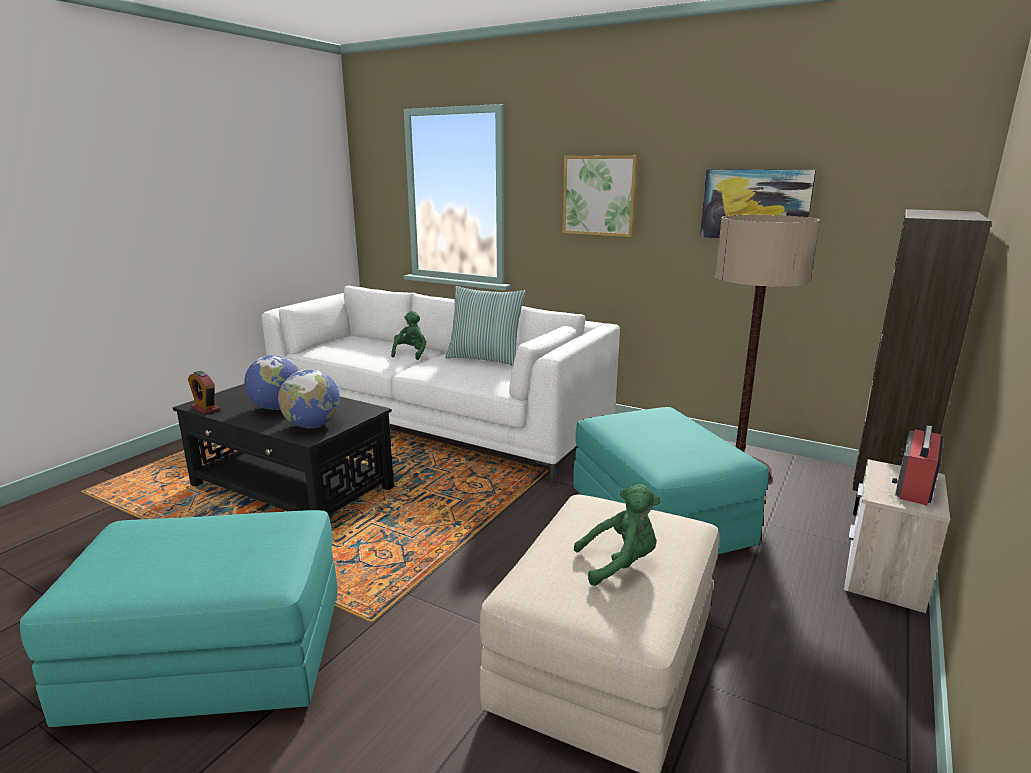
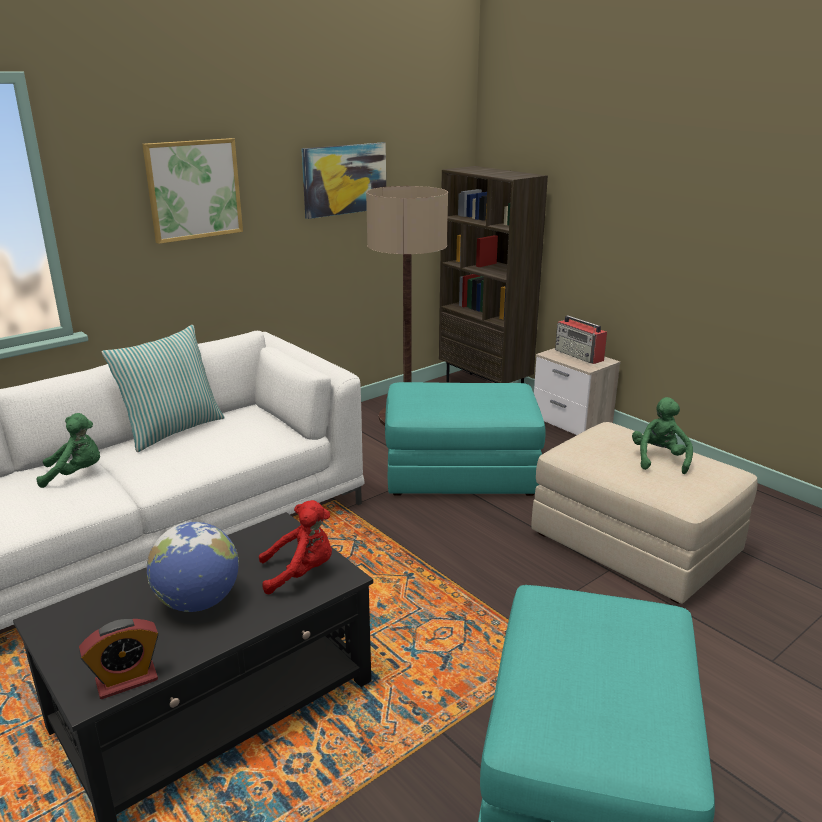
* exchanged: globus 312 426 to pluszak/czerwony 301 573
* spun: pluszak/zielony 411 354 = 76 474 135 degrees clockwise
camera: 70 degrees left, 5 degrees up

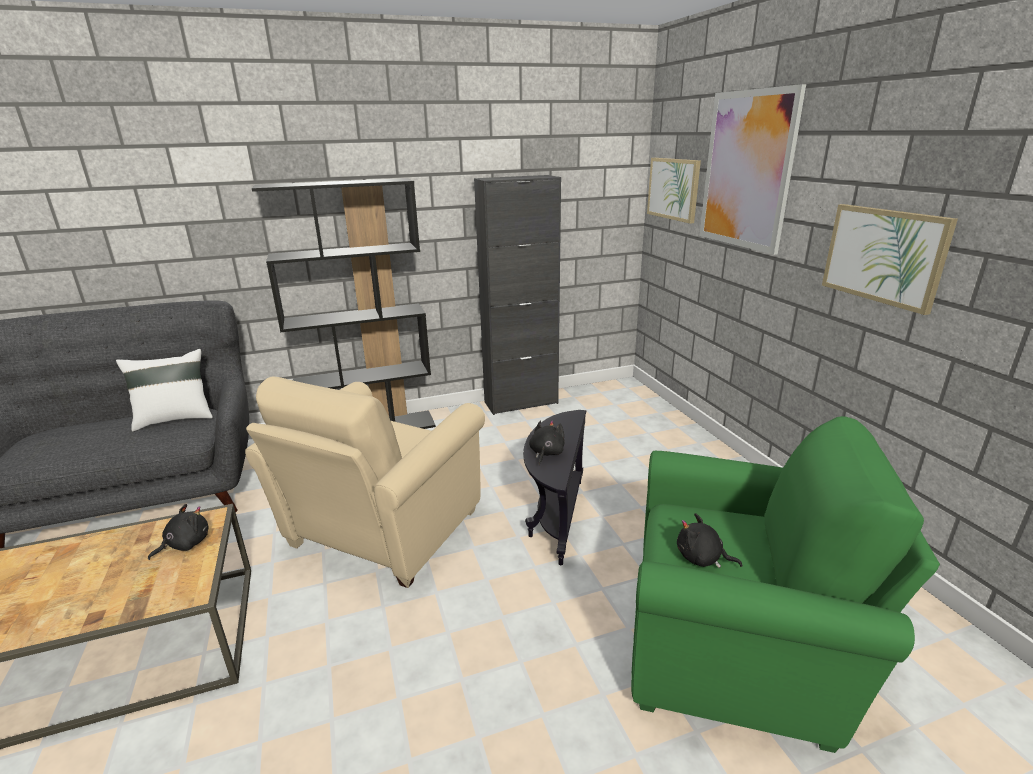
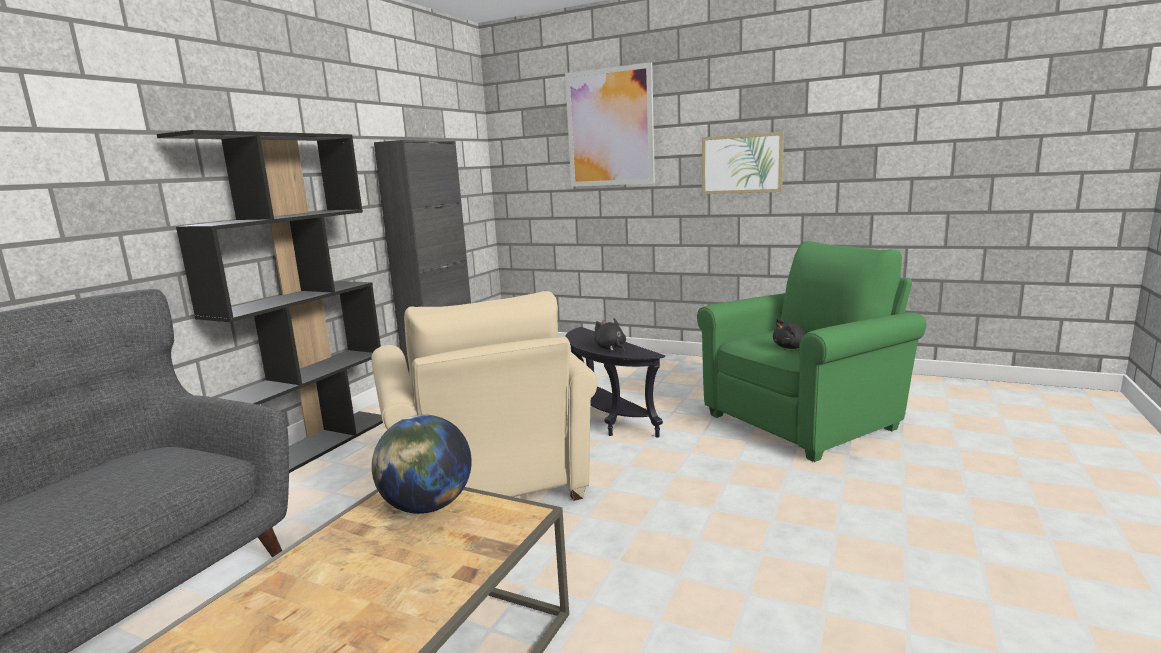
* missing: poduszka/biały 175 419
* exchanged: pluszak/czarny 185 544 to globus 427 506
* missing: obraz 673 189
camera: 45 degrees left, 10 degrees down

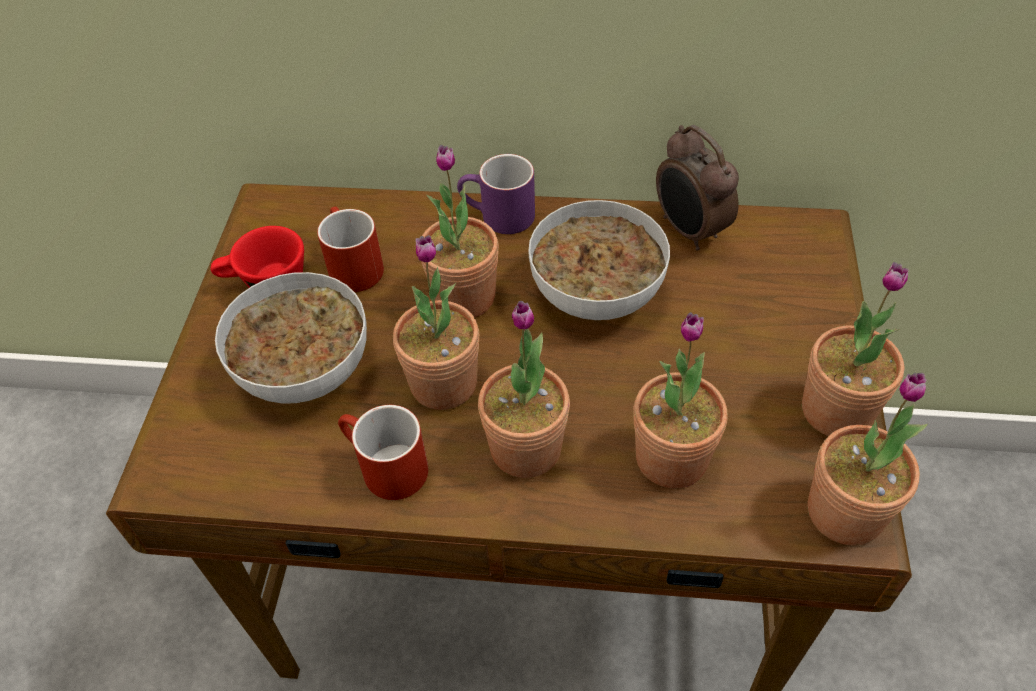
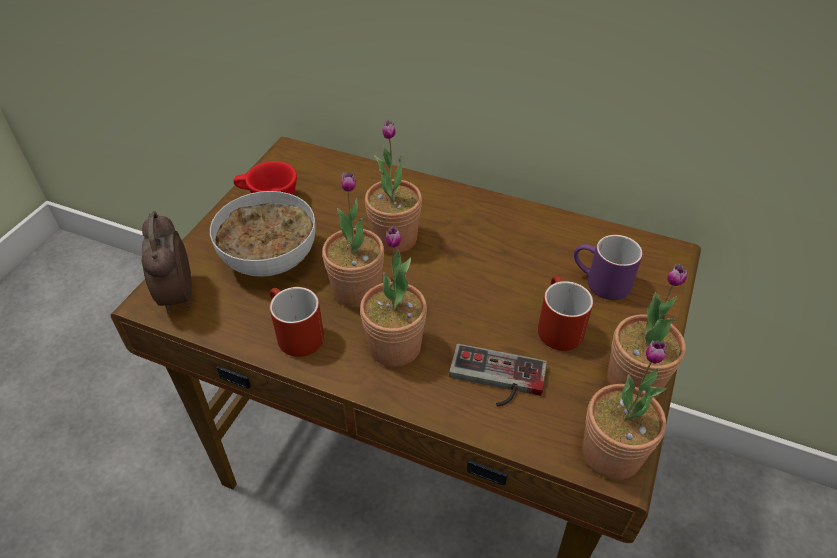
* relocated: kubek/czerwony 351 265 to 556 325
* relocated: kubek/fioletowy 497 217 to 599 283
* missing: miska 595 293
* exchanged: roślina doniczkowa 671 458 to pad do gier 495 380
* relocated: budzik 689 231 to 176 296
camera: 15 degrees right, 5 degrees down

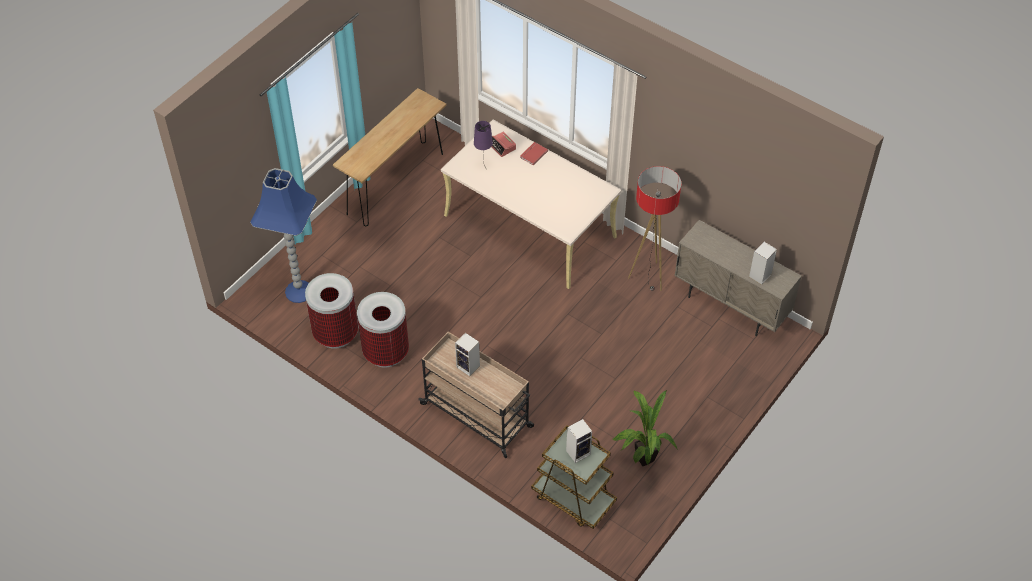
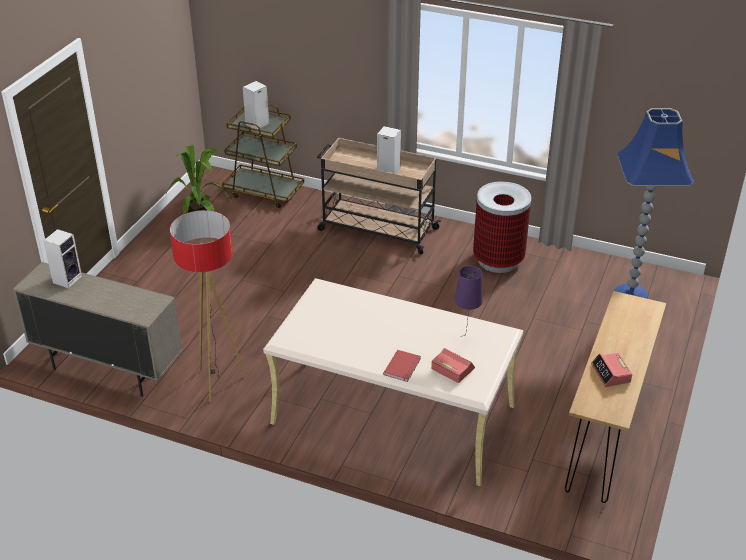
* missing: kosz na śmieci 335 333
* appeared: budzik 611 374
camera: 165 degrees right, 15 degrees down

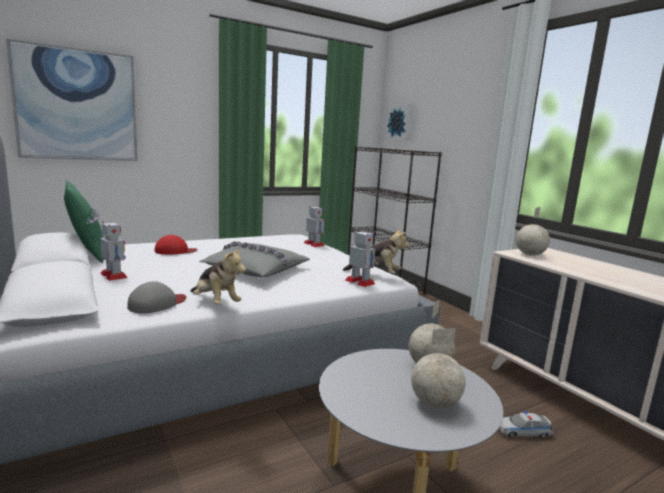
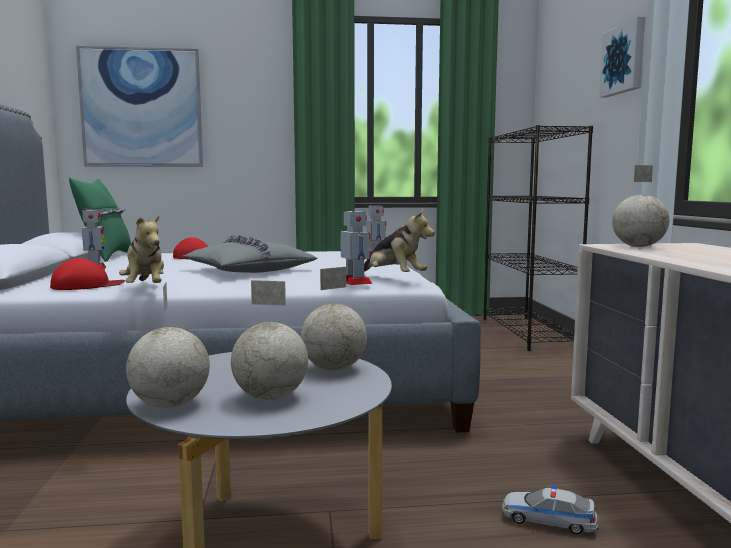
* colour: czapka z daszkiem/szary 157 304 to czapka z daszkiem/czerwony 87 285
* relocated: obraz 400 122 to 624 59
* appeared: globus 169 405
camera: 25 degrees right, 5 degrees down

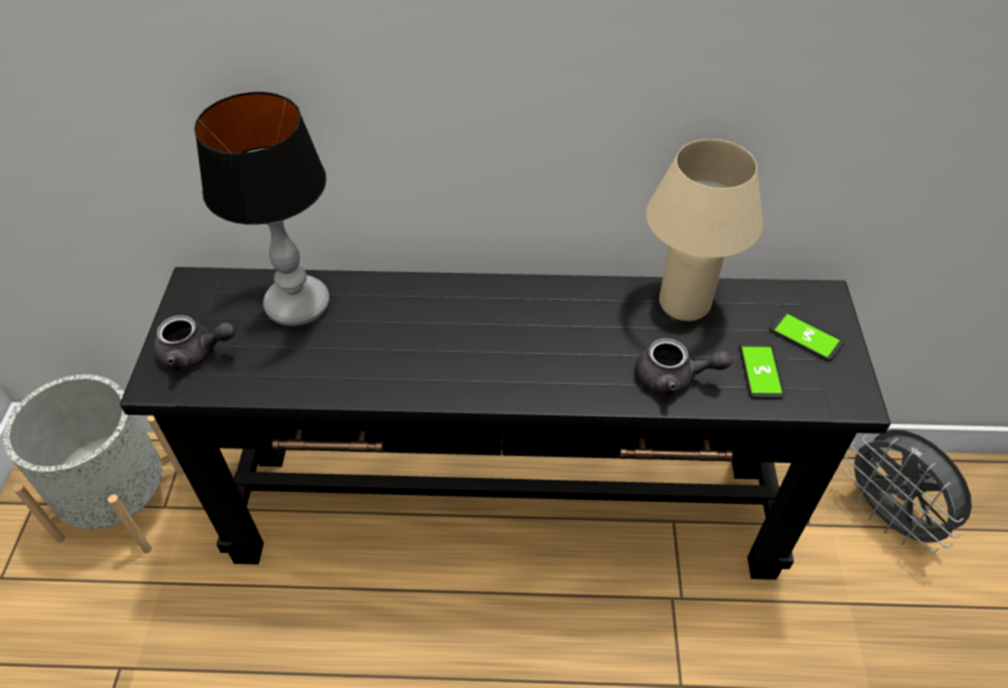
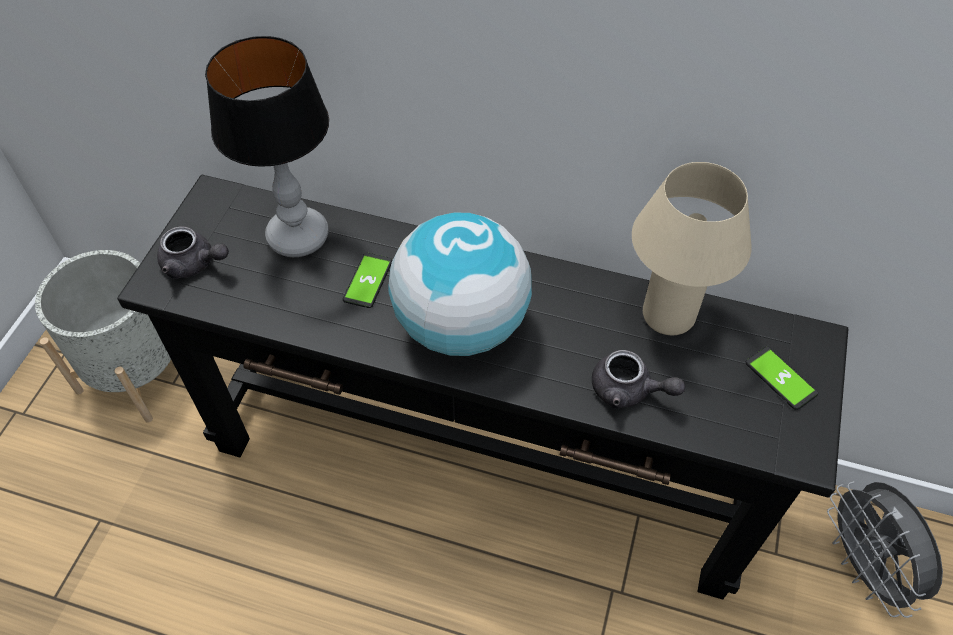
* relocated: telefon 760 371 to 368 281
* appeared: globus 460 326
camera: 15 degrees right, 5 degrees up

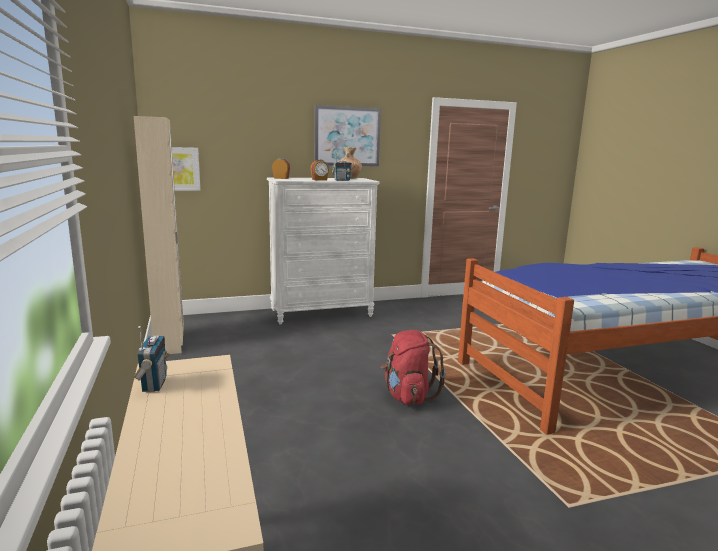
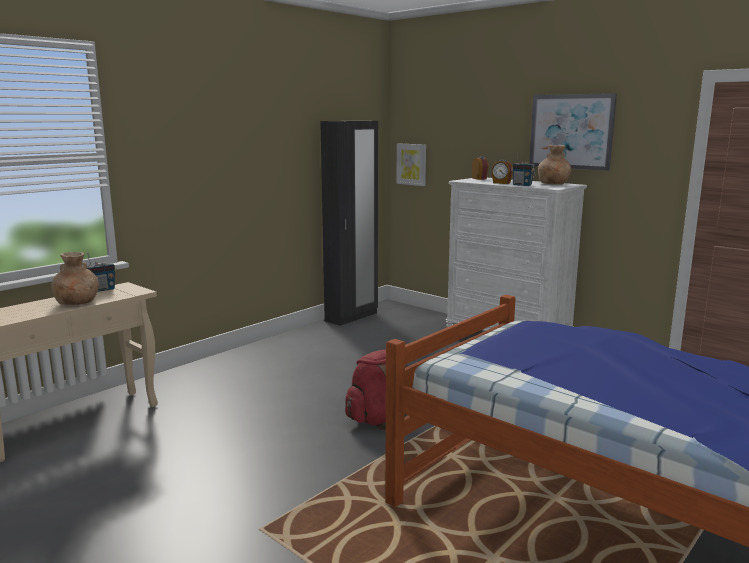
* colour: szafa/beżowy 170 342 to szafa/czarny 351 317
* appeared: wazon/brązowy 77 302
camera: 60 degrees right, 0 degrees up

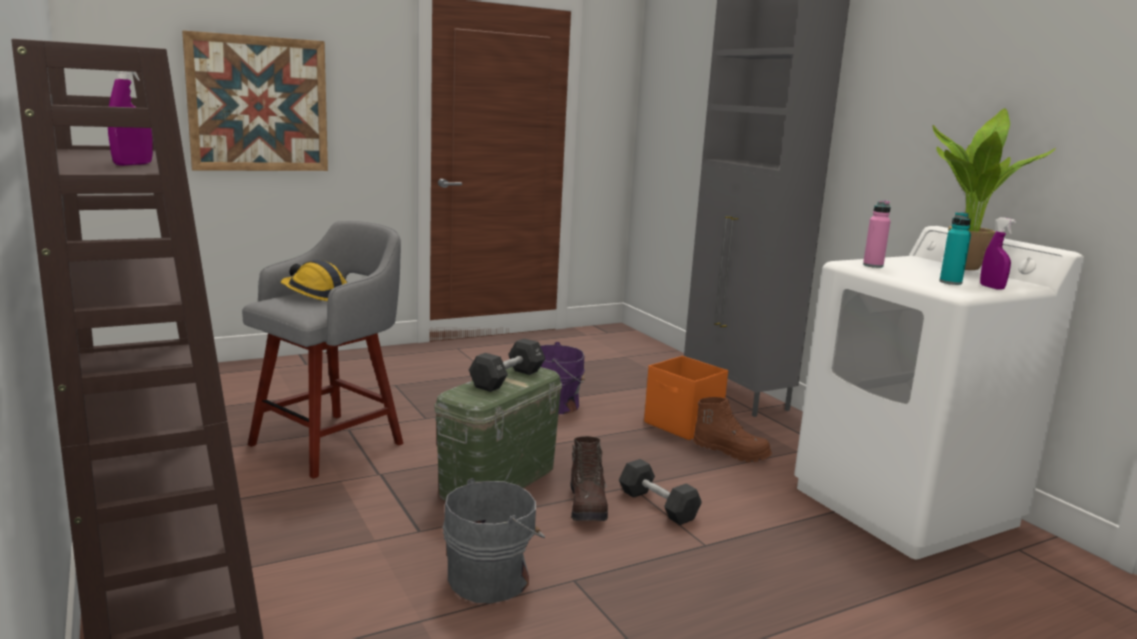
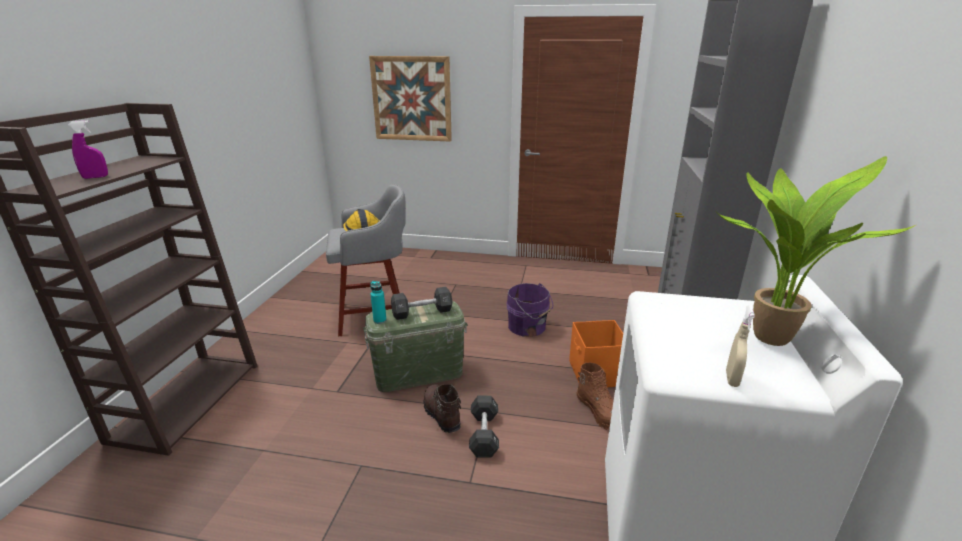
* missing: wiadro/szary 492 578
* spun: but z cholewką/brązowy 587 506 = 441 415 120 degrees clockwise
* missing: butelka/różowy 873 265
* relocated: butelka/turkusowy 950 282 to 380 320
* colour: spryskiwacz/fioletowy 992 287 to spryskiwacz/beżowy 732 379
camera: 40 degrees right, 10 degrees up

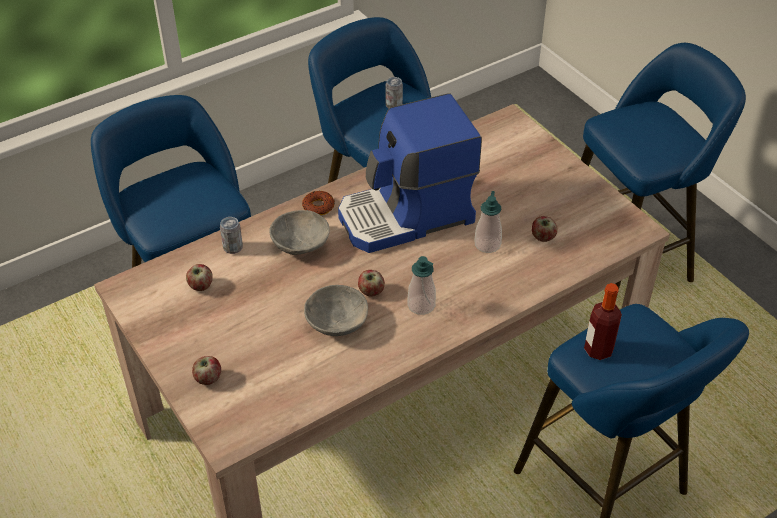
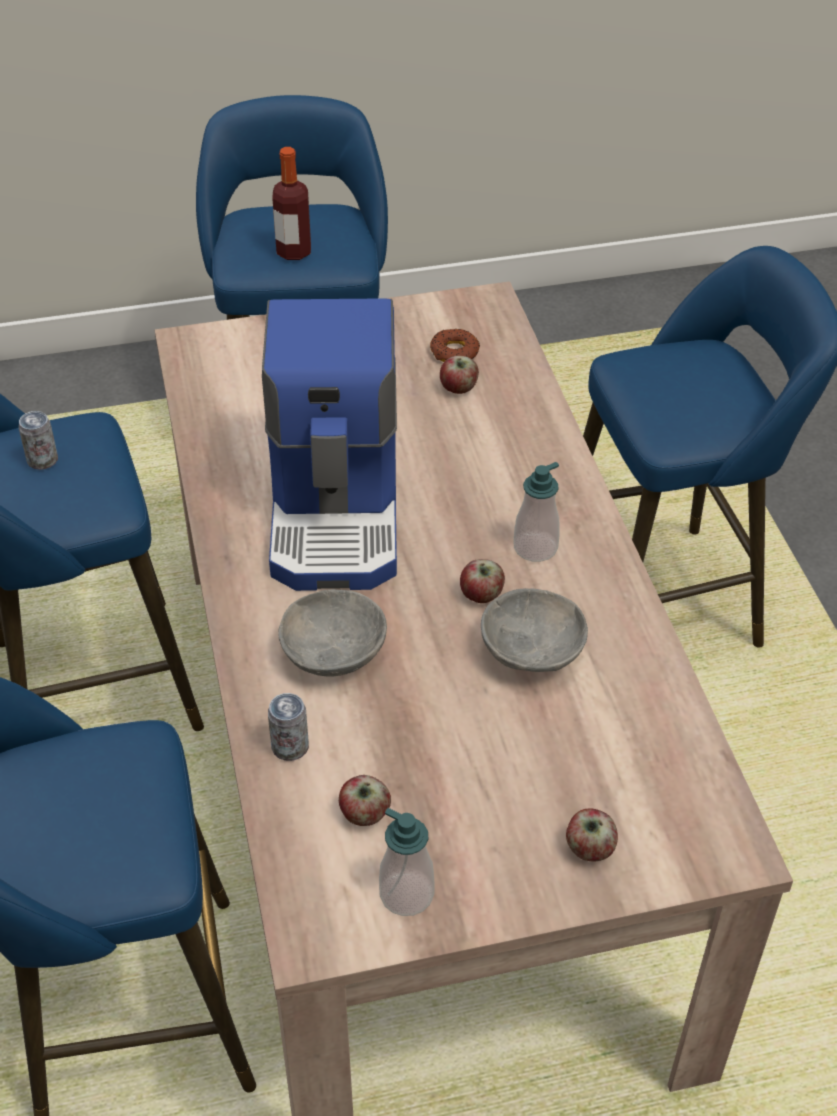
* relocated: donut 318 206 to 454 352
* relocated: dozownik mydła 487 244 to 406 894
* relocated: butelka 598 350 to 294 252
camera: 70 degrees left, 0 degrees up

